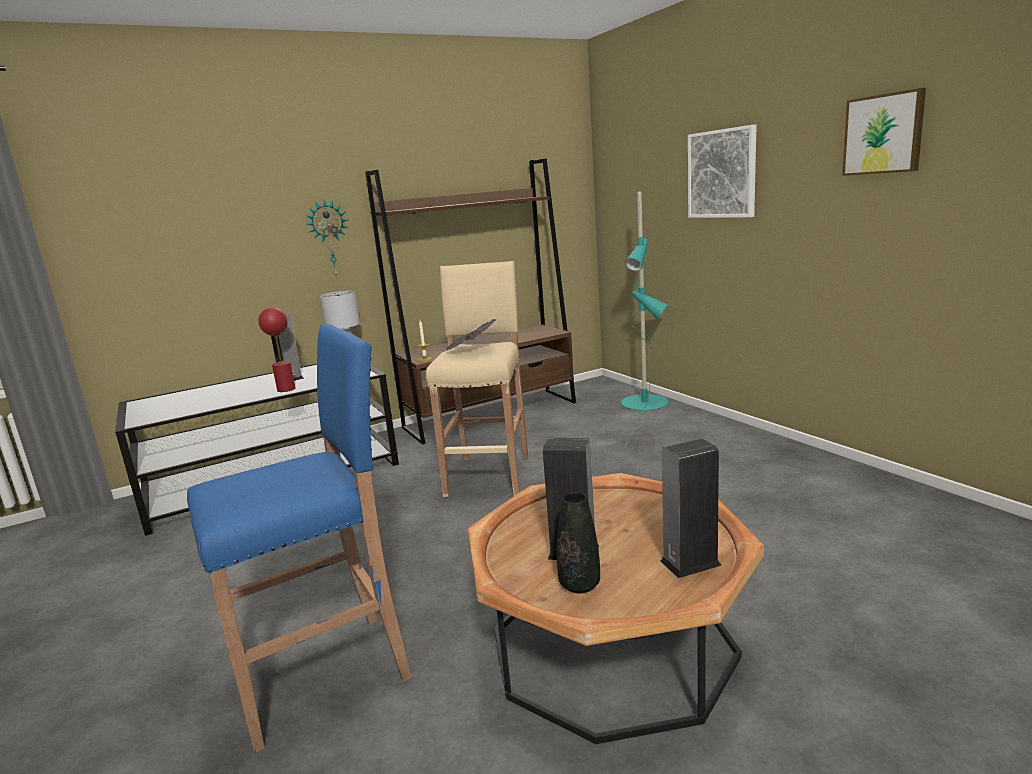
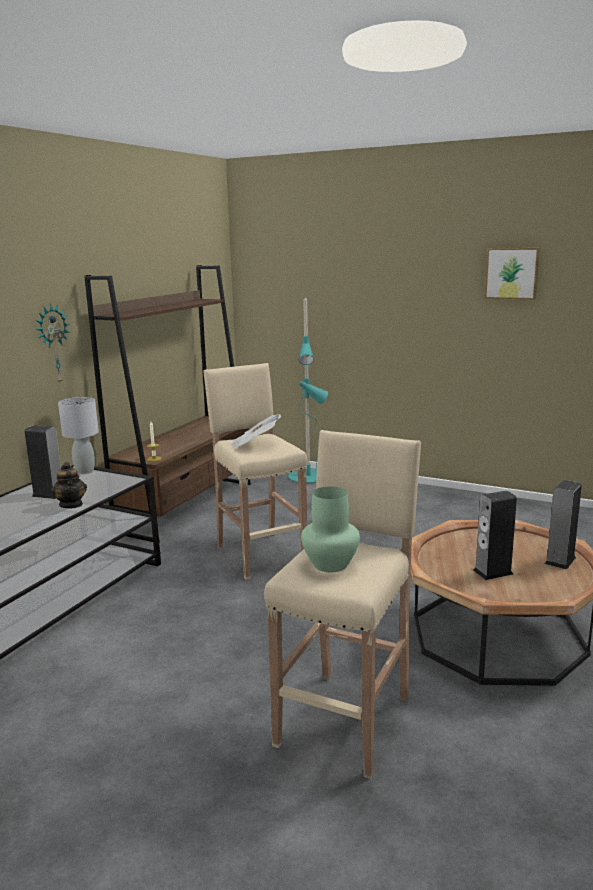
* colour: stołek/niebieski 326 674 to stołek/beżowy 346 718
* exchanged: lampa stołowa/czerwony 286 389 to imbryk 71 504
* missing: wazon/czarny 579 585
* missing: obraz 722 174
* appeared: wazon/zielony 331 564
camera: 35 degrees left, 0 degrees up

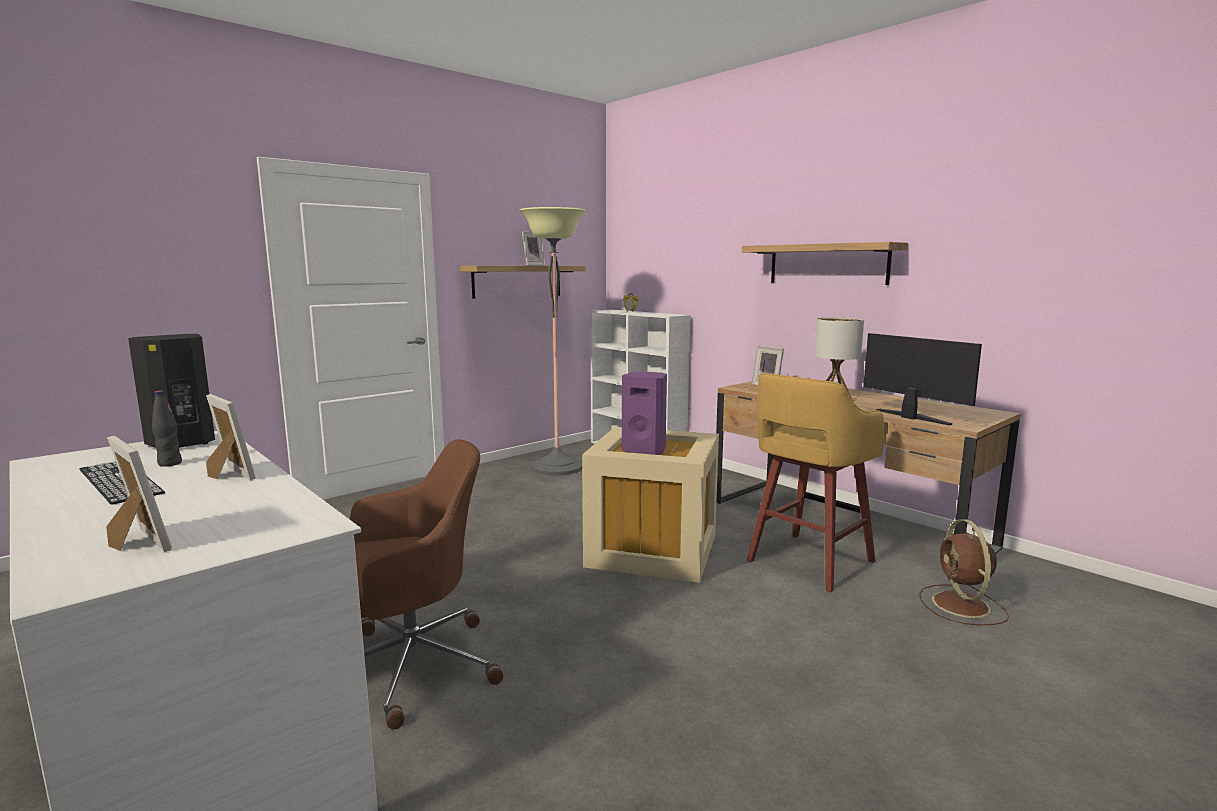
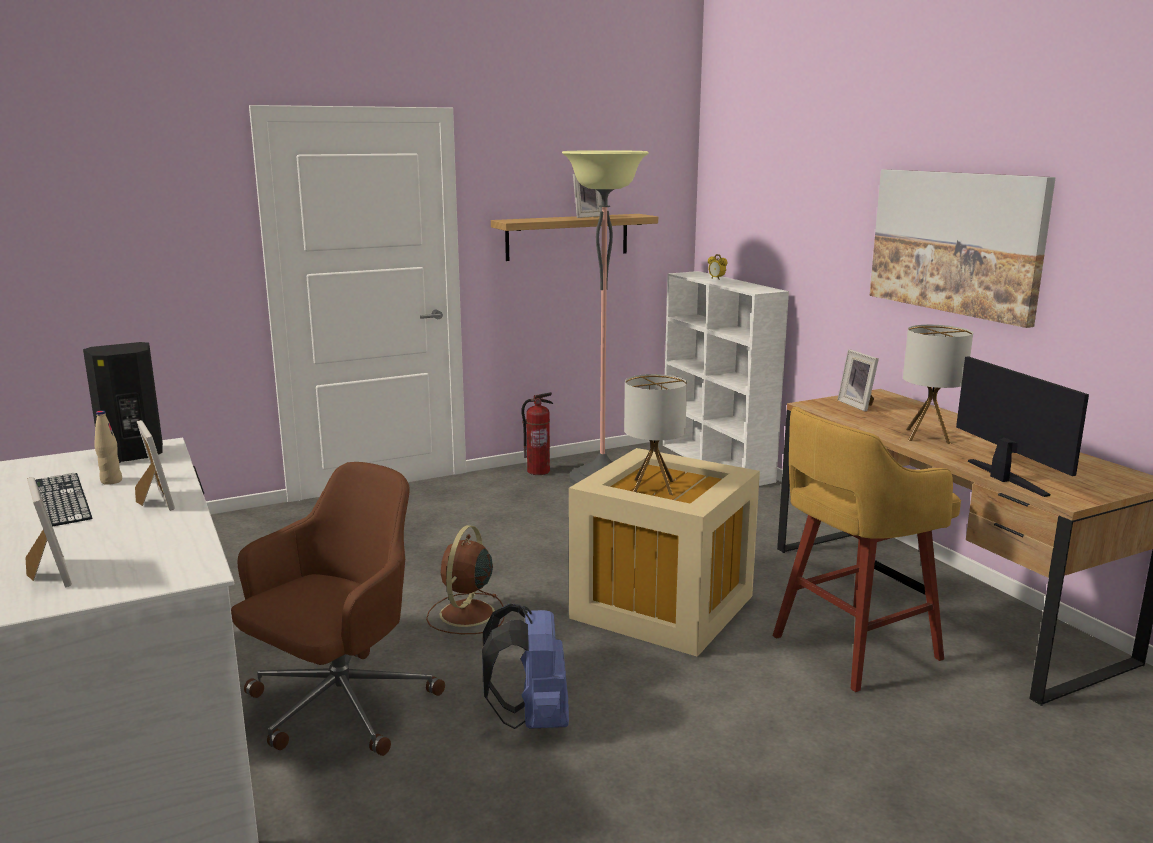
* colour: butelka/czarny 170 463 to butelka/beżowy 111 481
* spun: krzesło biurowe/brązowy 410 666 = 339 707 45 degrees counterclockwise
* exchanged: głośnik/fioletowy 645 450 to lampa stołowa 653 487
* exchanged: półka 827 264 to obraz 956 242
* relocated: wentylator/brązowy 962 606 to 466 615
* appeared: plecak/niebieski 533 719
* appeared: gaśnica 538 471
camera: 15 degrees right, 5 degrees up

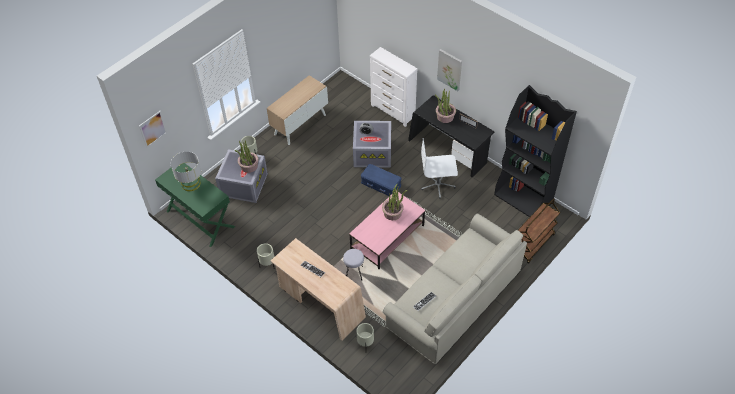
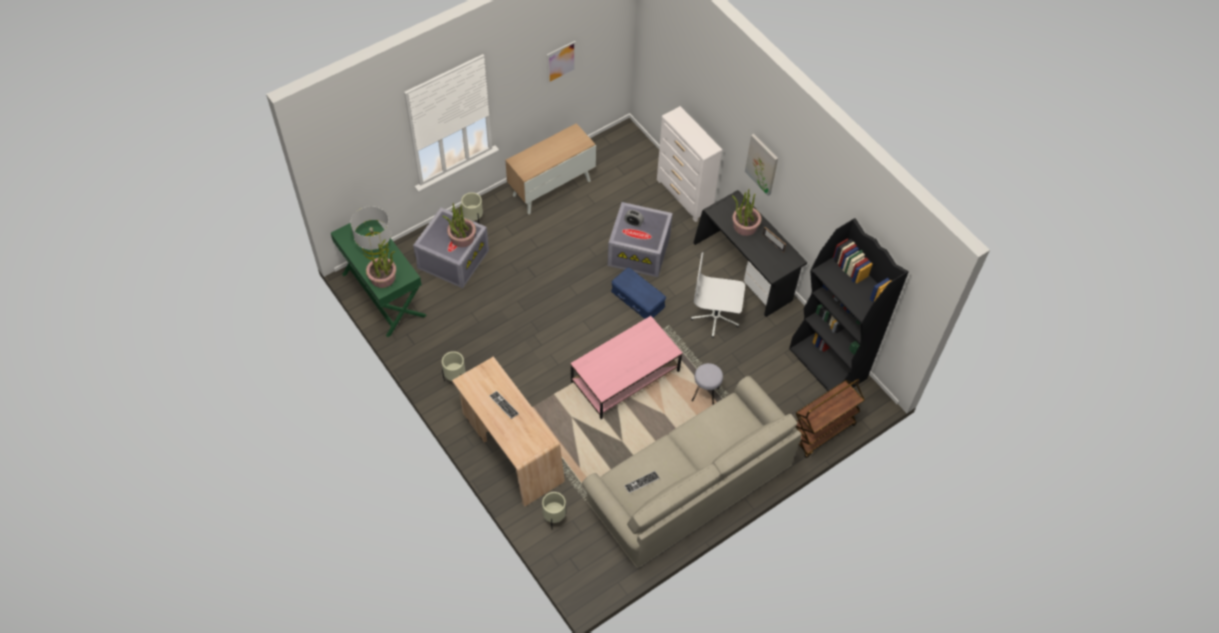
* relocated: obraz 153 129 to 561 62
* relocated: stołek/szary 354 273 to 705 394
* relocated: roślina doniczkowa 393 213 to 383 277
camera: 10 degrees right, 5 degrees up

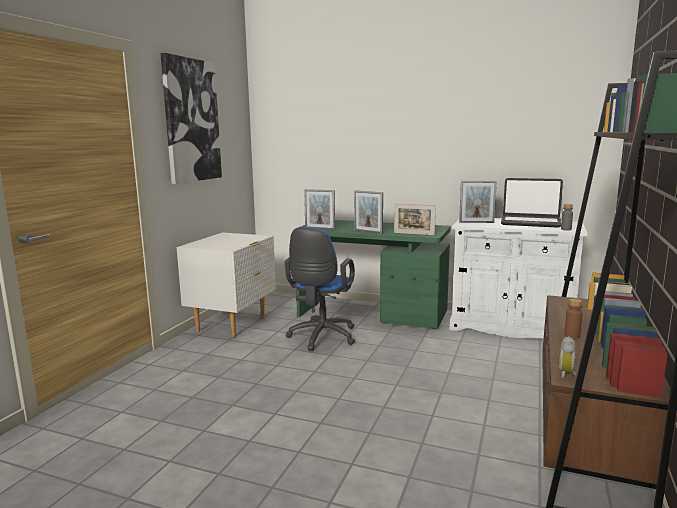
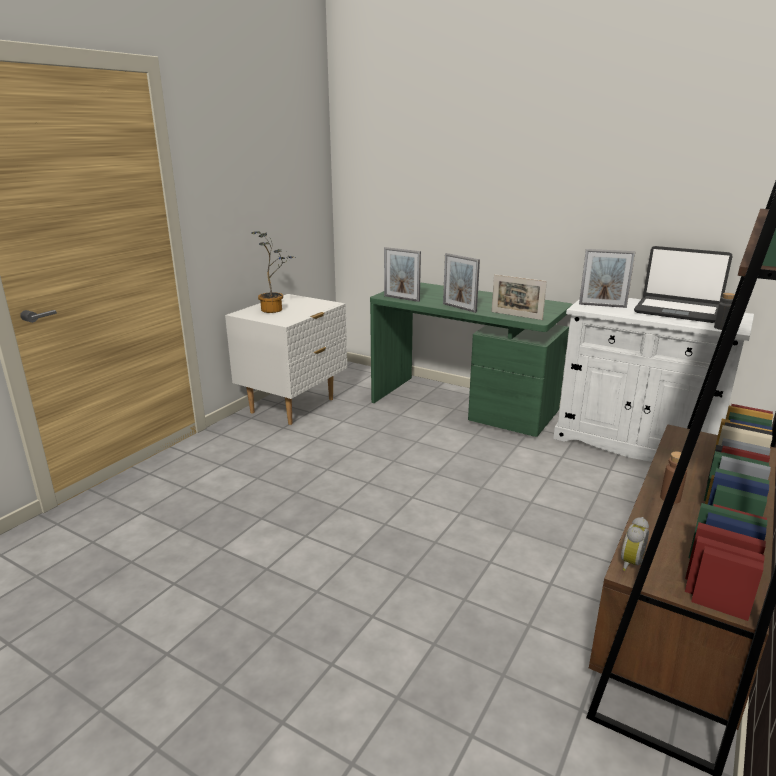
* missing: obraz 191 120
* missing: krzesło biurowe/niebieski 321 338
* appeared: roślina doniczkowa 275 309
camera: 10 degrees right, 10 degrees up

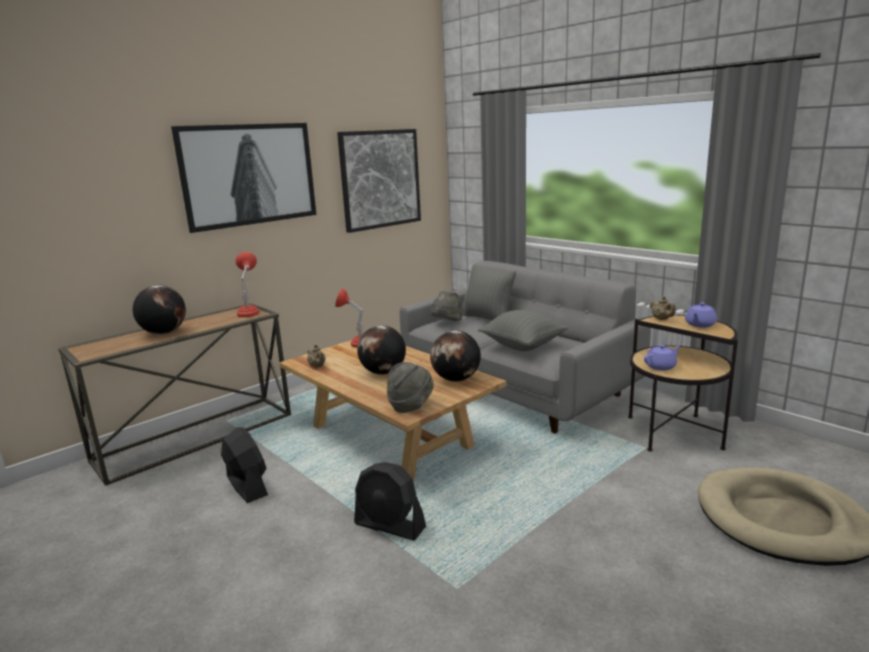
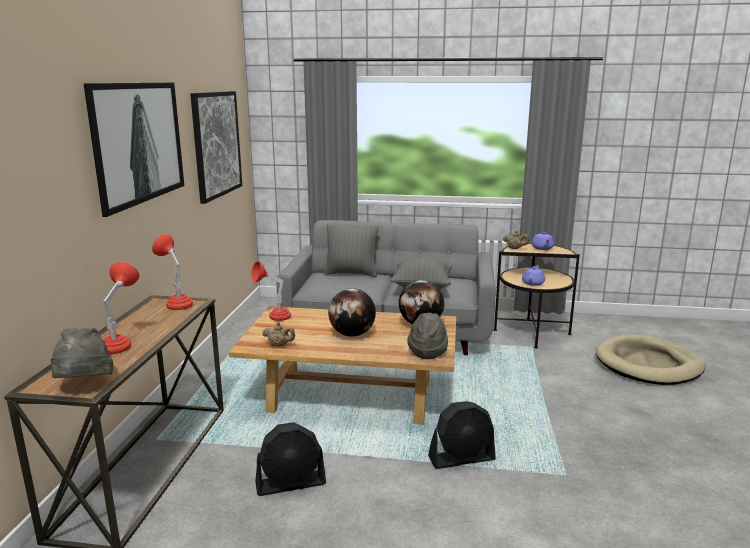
* exchanged: globus 163 333 to lampa stołowa/czerwony 121 344
* spun: wentylator/czarny 247 486 = 291 483 150 degrees clockwise
* relocated: kapelusz/szary 447 323 to 84 385
camera: 40 degrees left, 0 degrees up

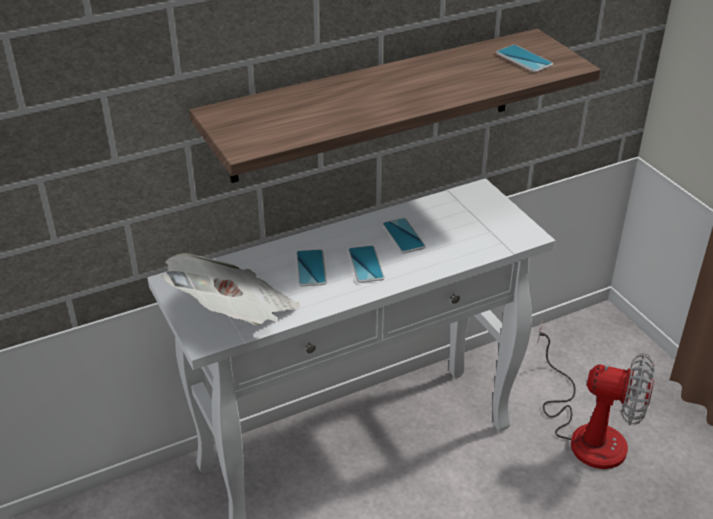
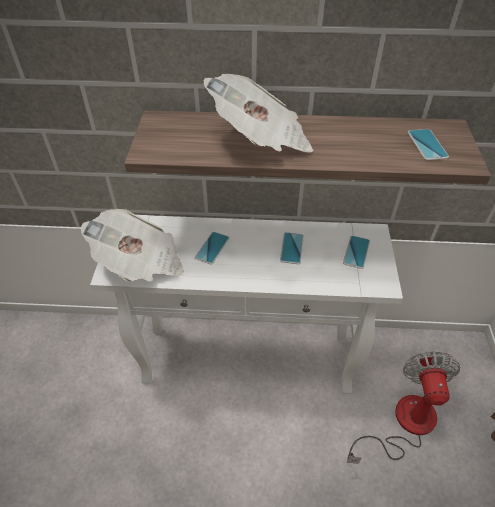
* relocated: telefon 365 264 to 356 252
* spun: wentylator 587 431 = 404 424 135 degrees counterclockwise
* appeared: gazeta 261 139
camera: 30 degrees right, 10 degrees up

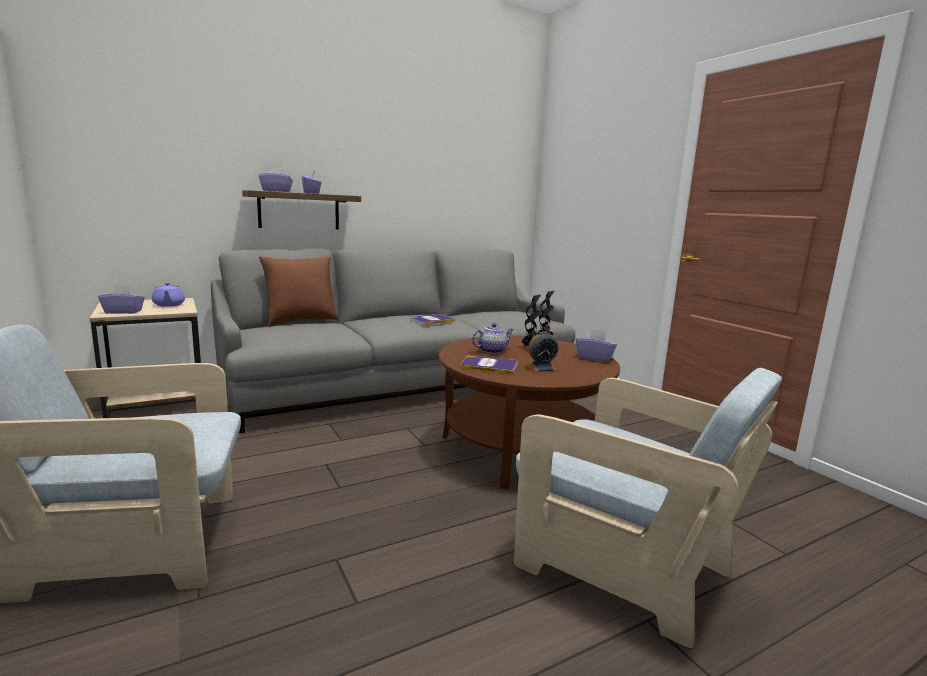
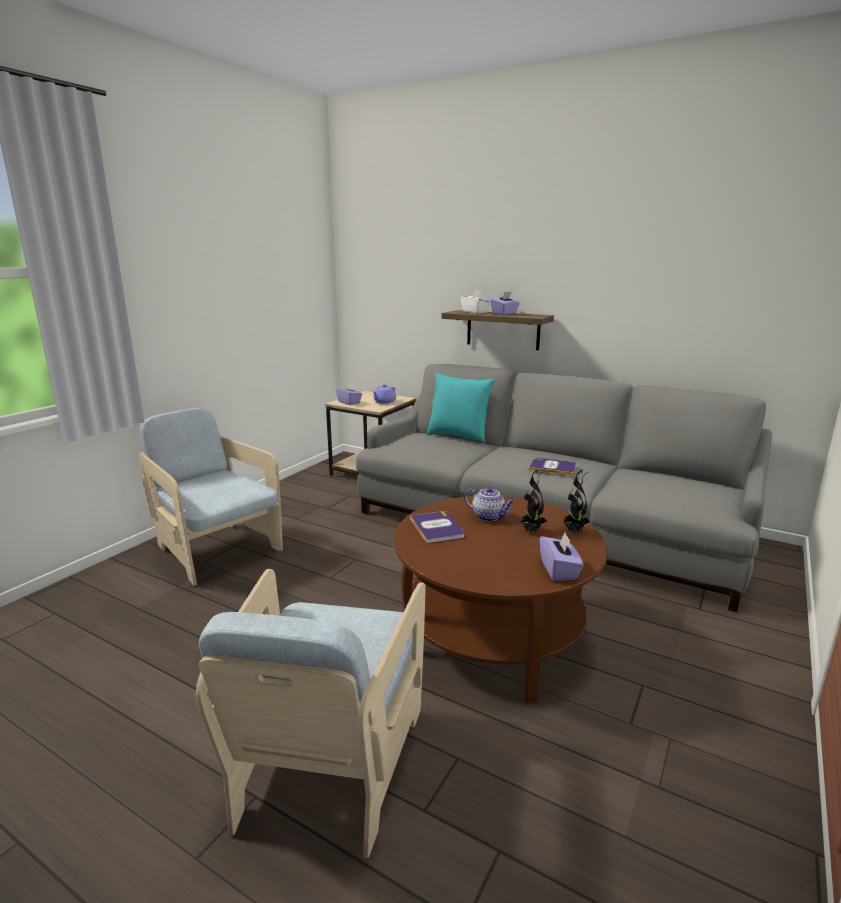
* colour: pudełko chusteczek/fioletowy 276 191 to pudełko chusteczek/biały 475 312
* colour: poduszka/brązowy 301 321 to poduszka/turkusowy 458 436
* missing: budzik 541 367
camera: 60 degrees right, 5 degrees up

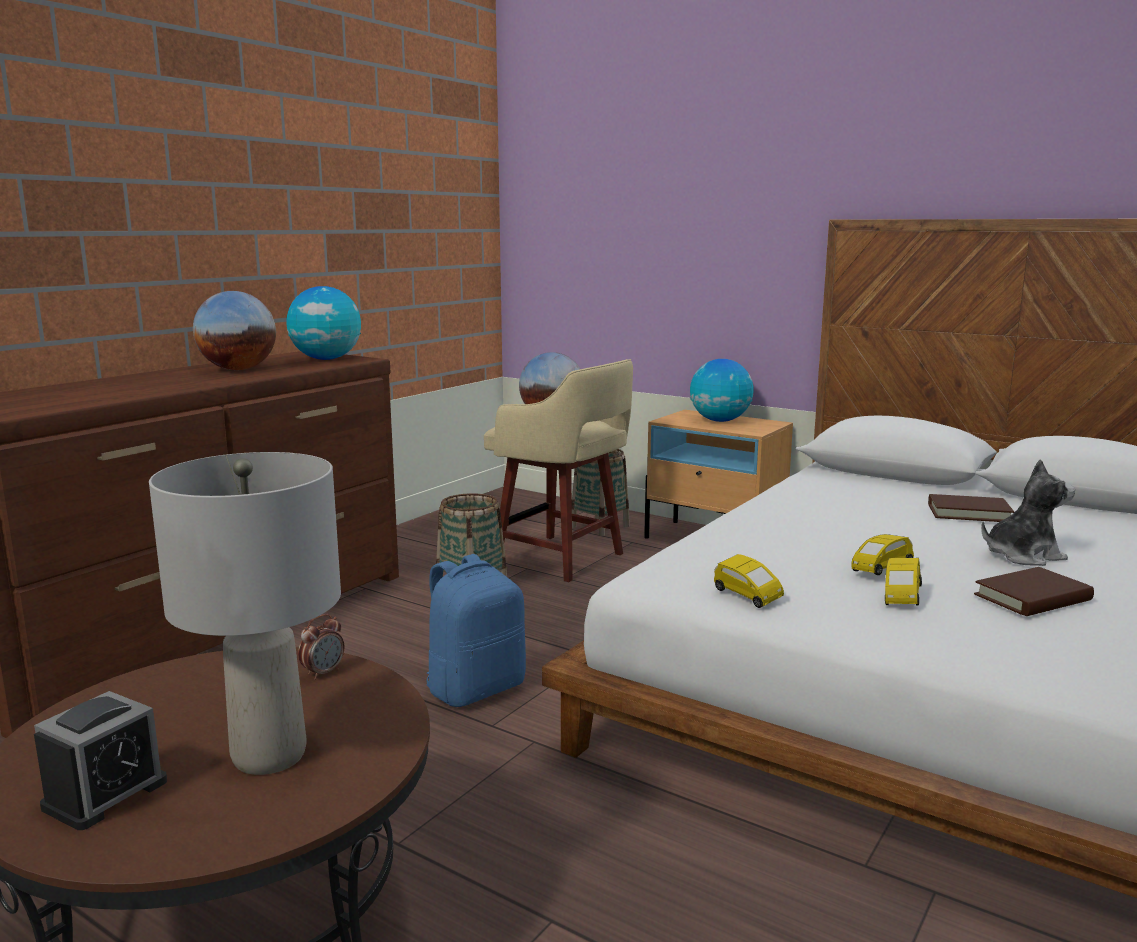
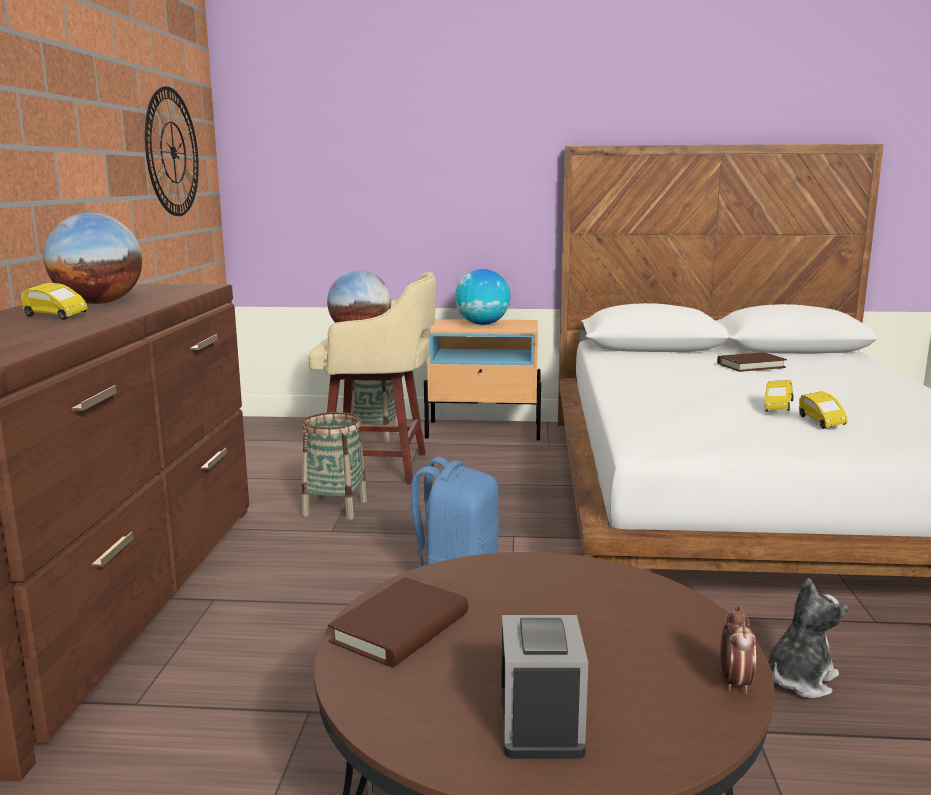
* missing: lampa stołowa/szary 270 755
* missing: globus 326 359
* relocated: budzik 323 673 to 734 683
* relocated: samochodzik/żółty 746 596 to 54 316
* relocated: książka/brązowy 1032 598 to 400 628
* relocated: pluszak 1022 555 to 798 679
* appeared: zegar ścienny 172 152
camera: 30 degrees left, 0 degrees up

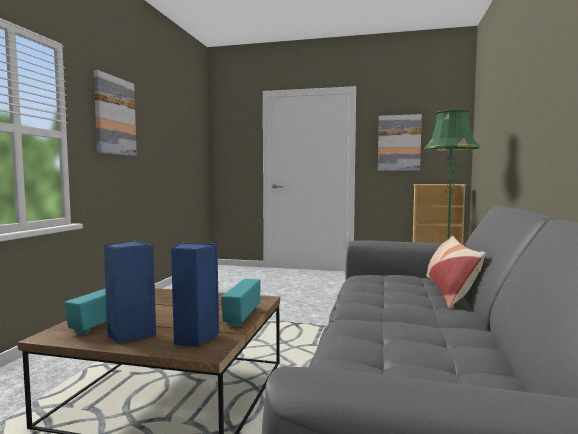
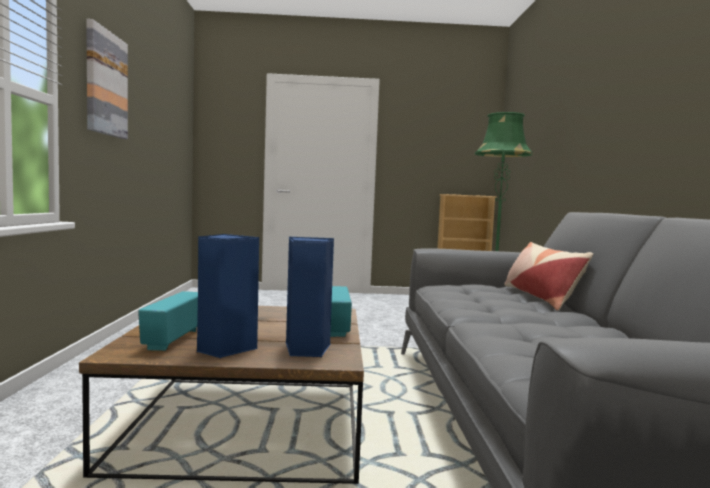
* missing: obraz 399 143
camera: 15 degrees left, 0 degrees up

